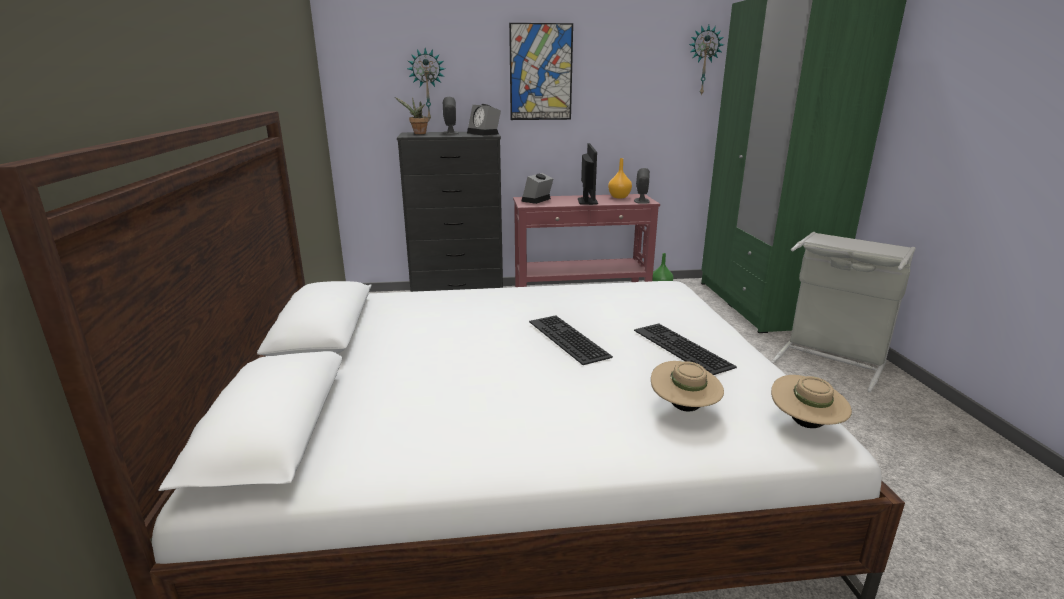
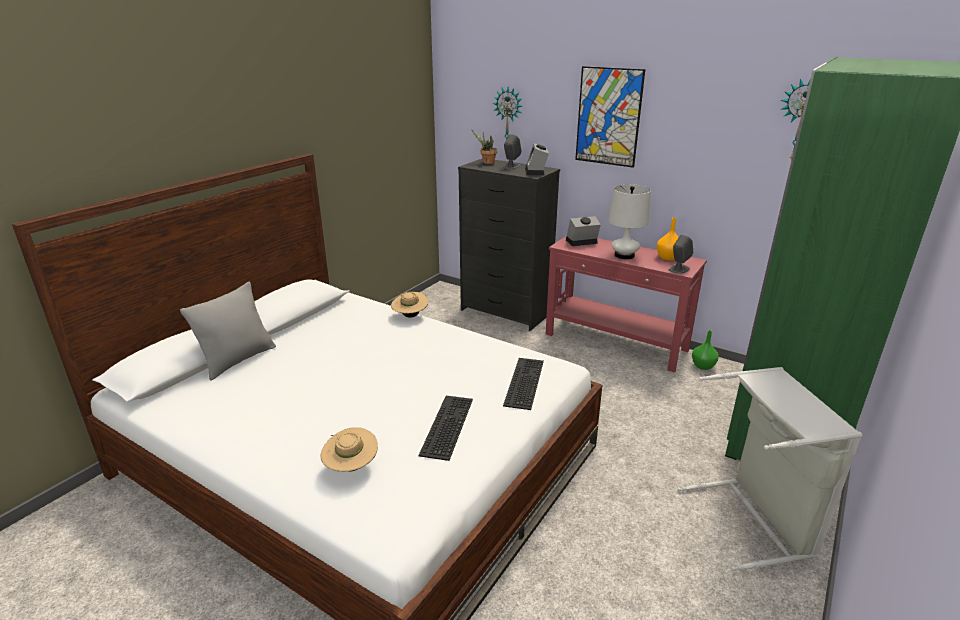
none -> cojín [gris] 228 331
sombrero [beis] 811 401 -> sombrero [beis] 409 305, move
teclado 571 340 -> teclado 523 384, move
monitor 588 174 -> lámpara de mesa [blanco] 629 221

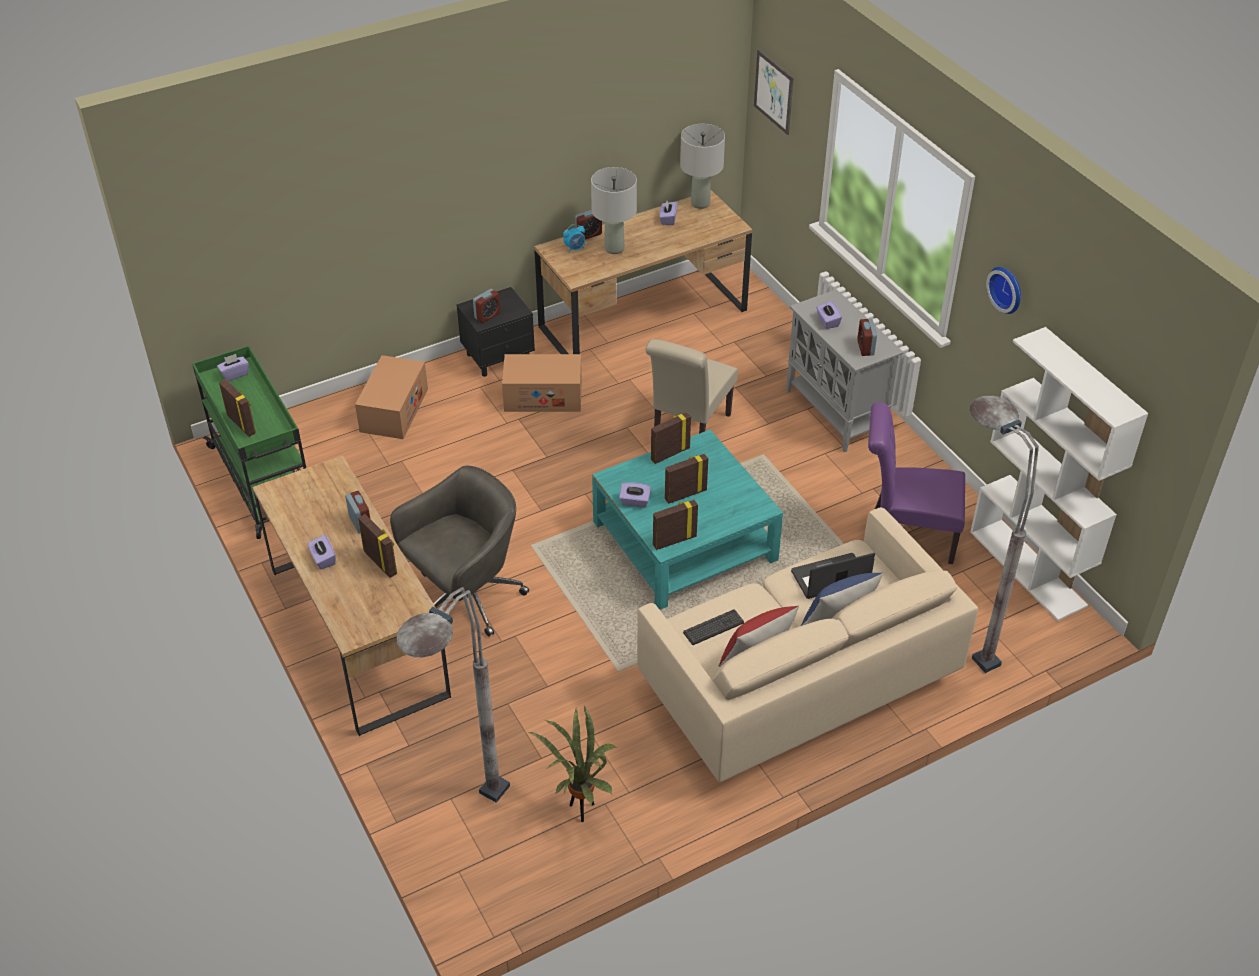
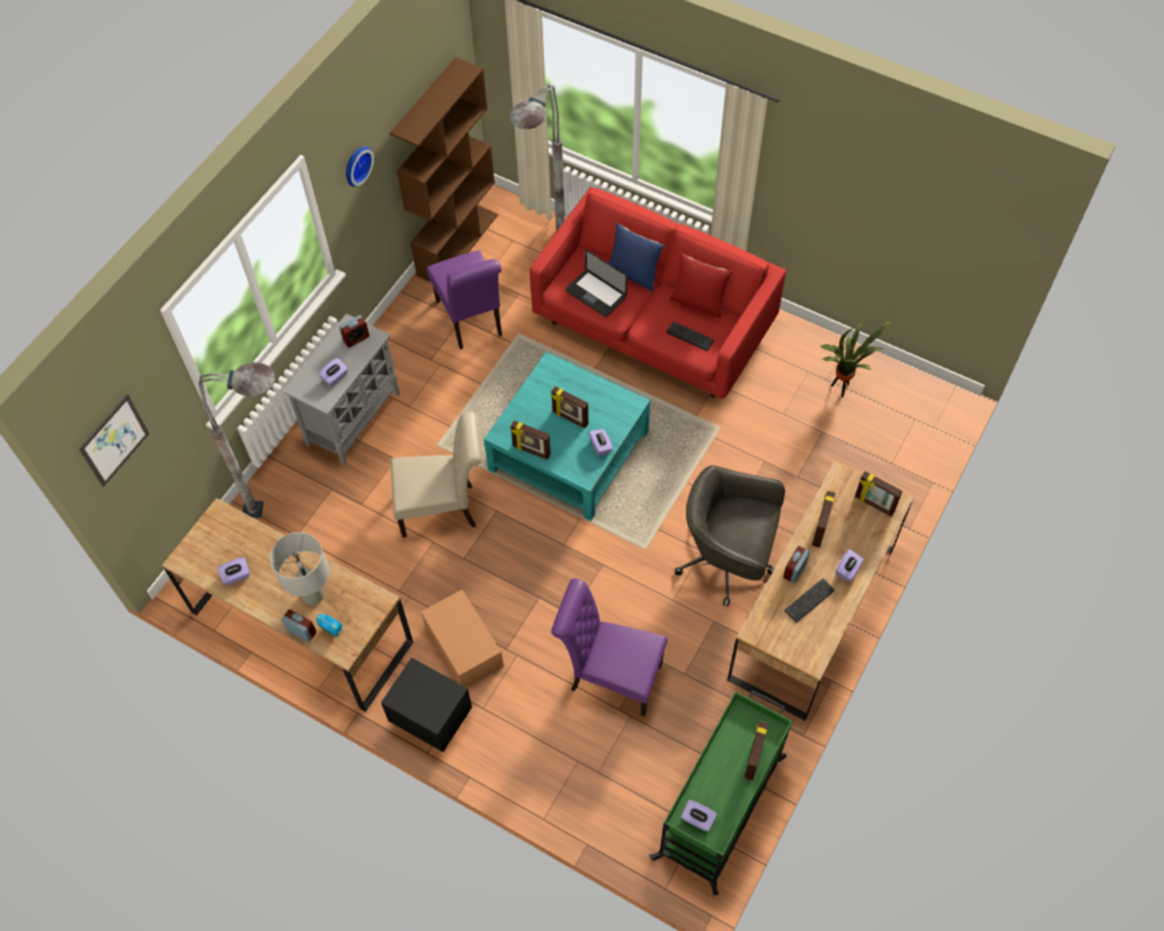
lámpara de pie [gris] 453 695 -> lámpara de pie [gris] 237 440, move
estantería [blanco] 1059 474 -> estantería [marrón] 444 169
sofá [beis] 807 644 -> sofá [rojo] 658 293
none -> silla [morado] 609 647
none -> teclado 810 601
portarretratos 675 525 -> portarretratos 879 494, move
caja de cartón 391 397 -> none
despertador 487 306 -> none
lámpara de mesa [gris] 702 166 -> none

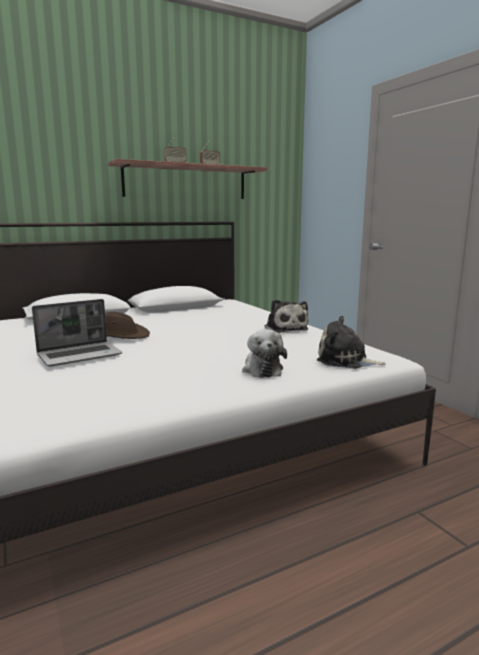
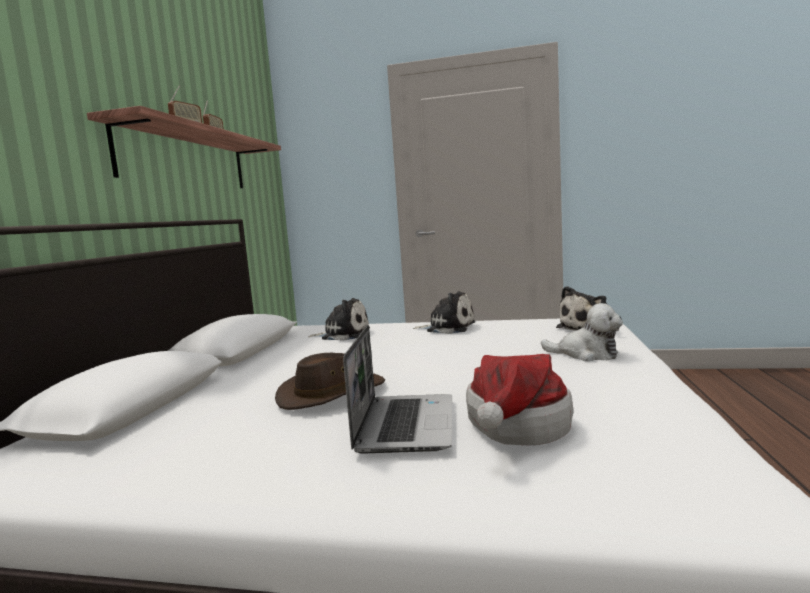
none -> peluche 339 319
none -> sombrero 520 399

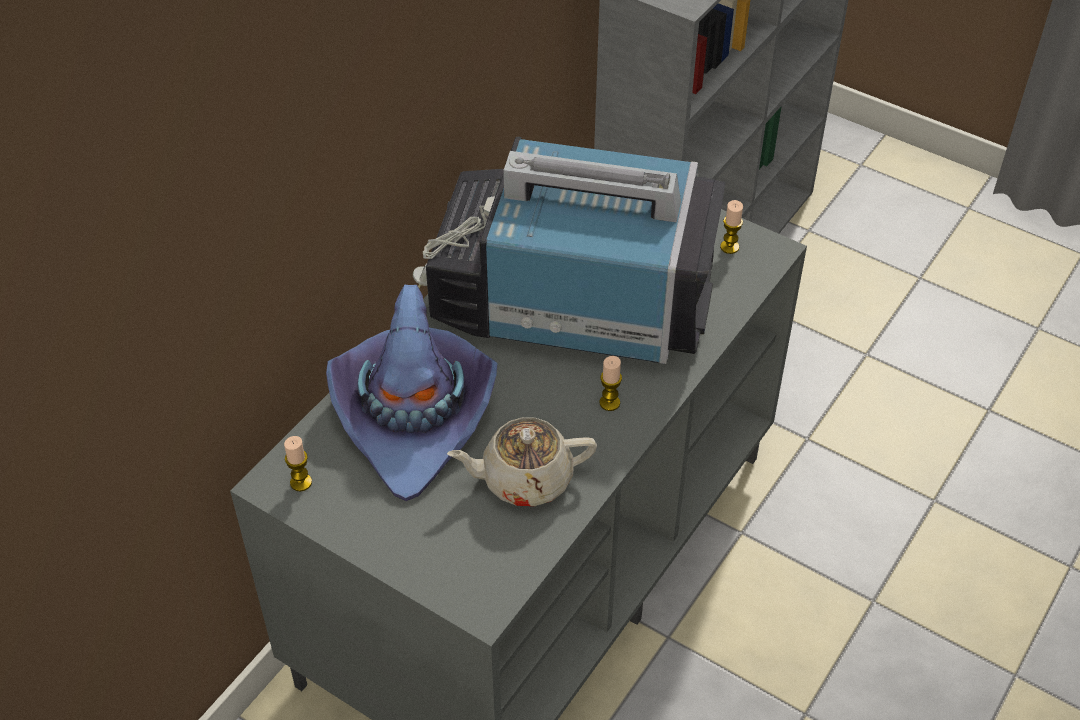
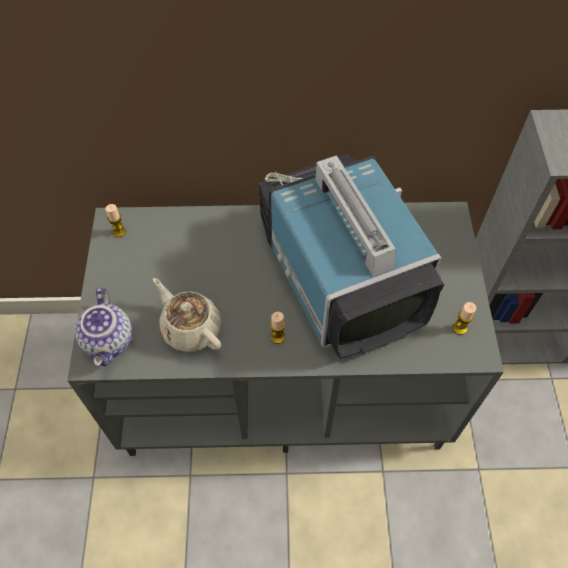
none -> tetera 104 326
sombrero [morado] 412 393 -> none

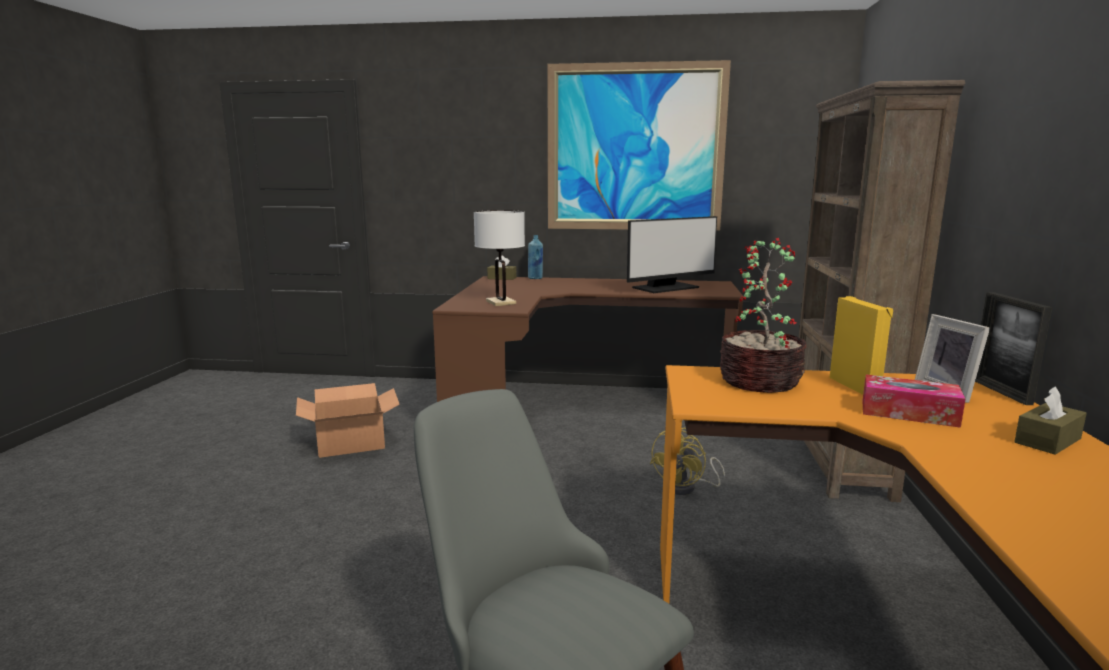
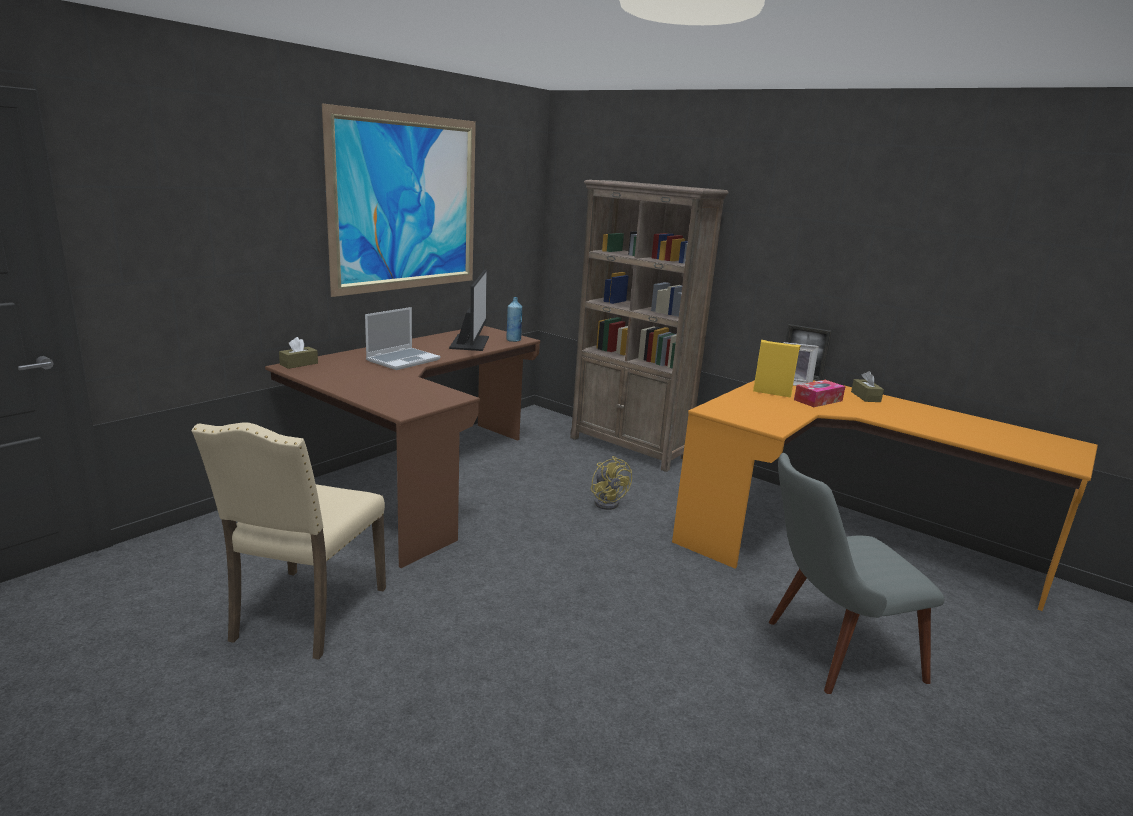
caja de cartón 348 420 -> silla [beis] 289 541
none -> portátil 402 338
botella [azul] 535 257 -> botella [azul] 514 319, move
lámpara de mesa [blanco] 499 258 -> none
planta en maceta 763 315 -> none

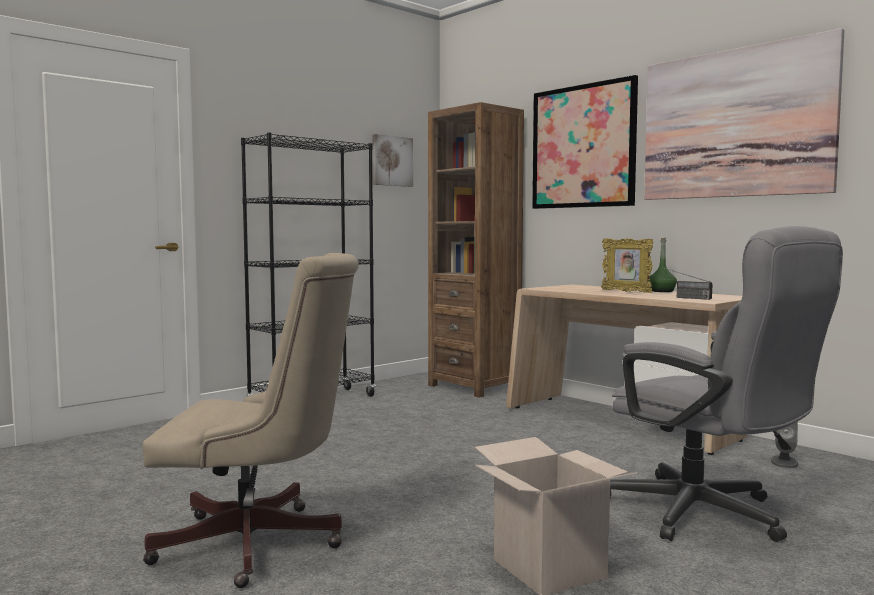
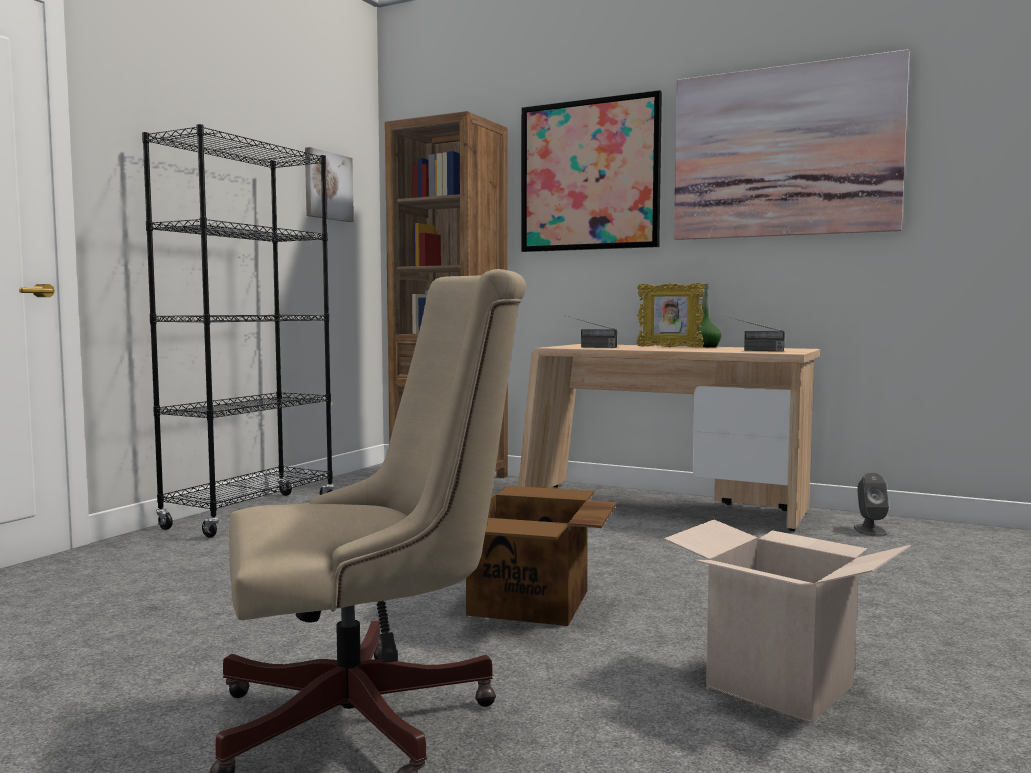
none -> caja de cartón 541 556
none -> radio 590 331
silla de oficina [gris] 726 384 -> none

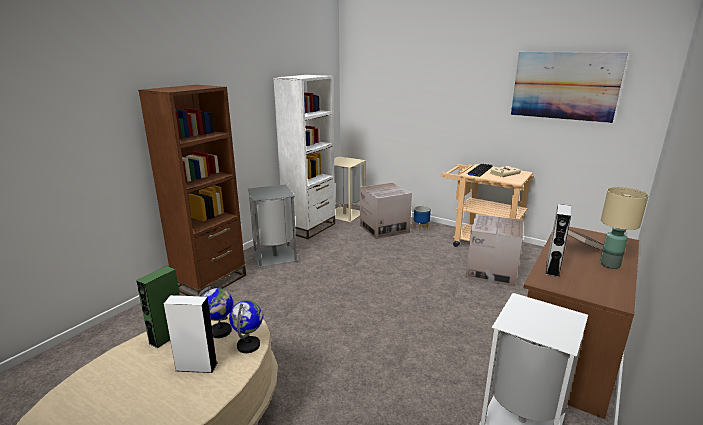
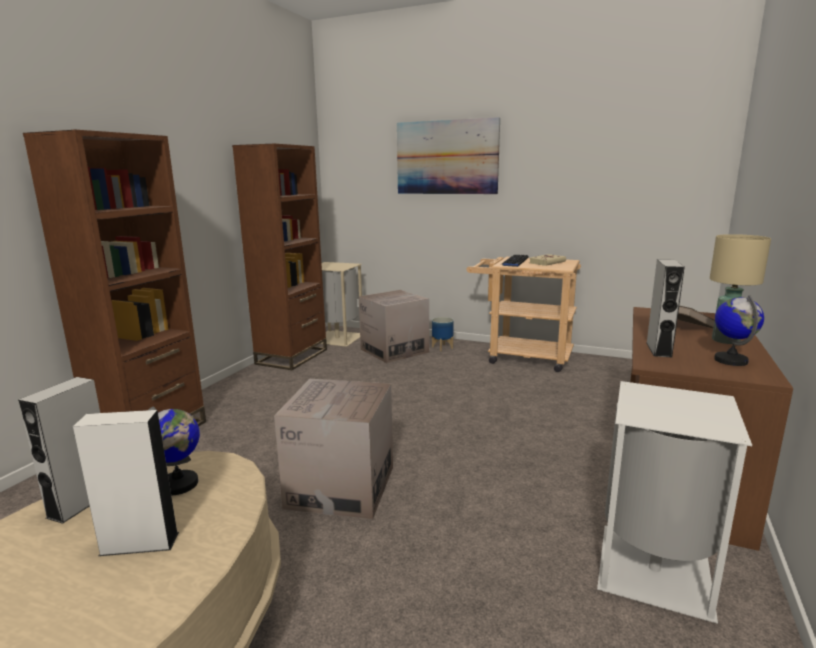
altavoz [verde] 158 307 -> altavoz [gris] 59 450
estantería [blanco] 304 157 -> estantería [marrón] 279 256
caja de cartón 494 250 -> caja de cartón 333 449, move
cuadro 569 87 -> cuadro 448 155, move
globo terráqueo 246 326 -> globo terráqueo 739 330, move
papelera [gris] 272 225 -> none

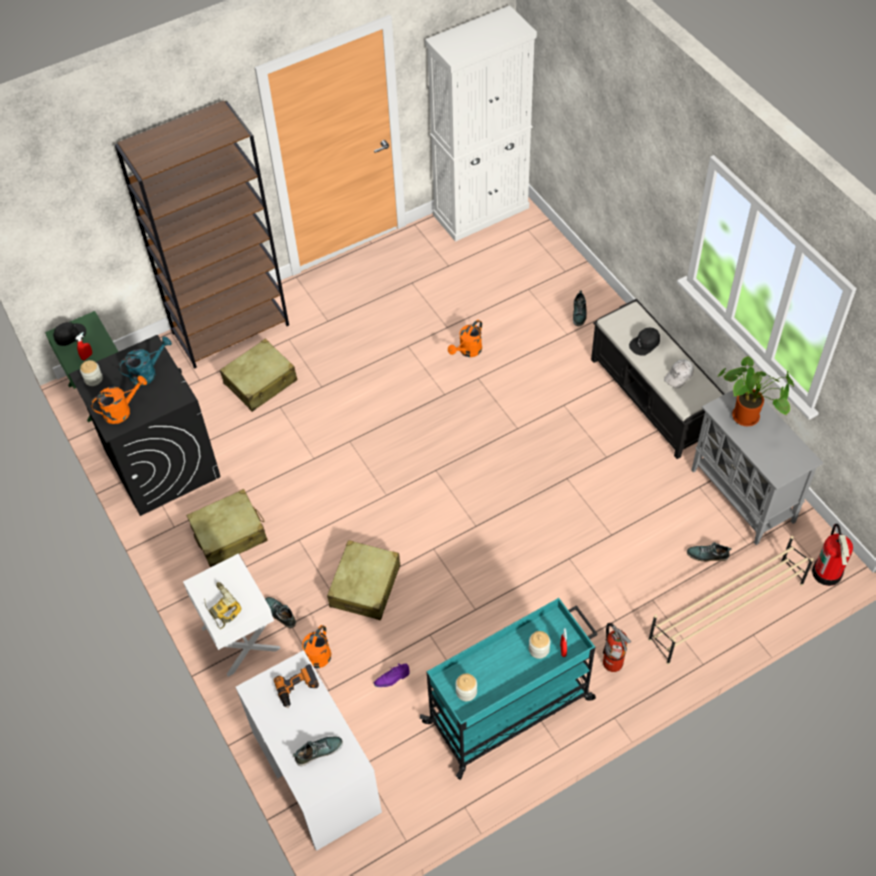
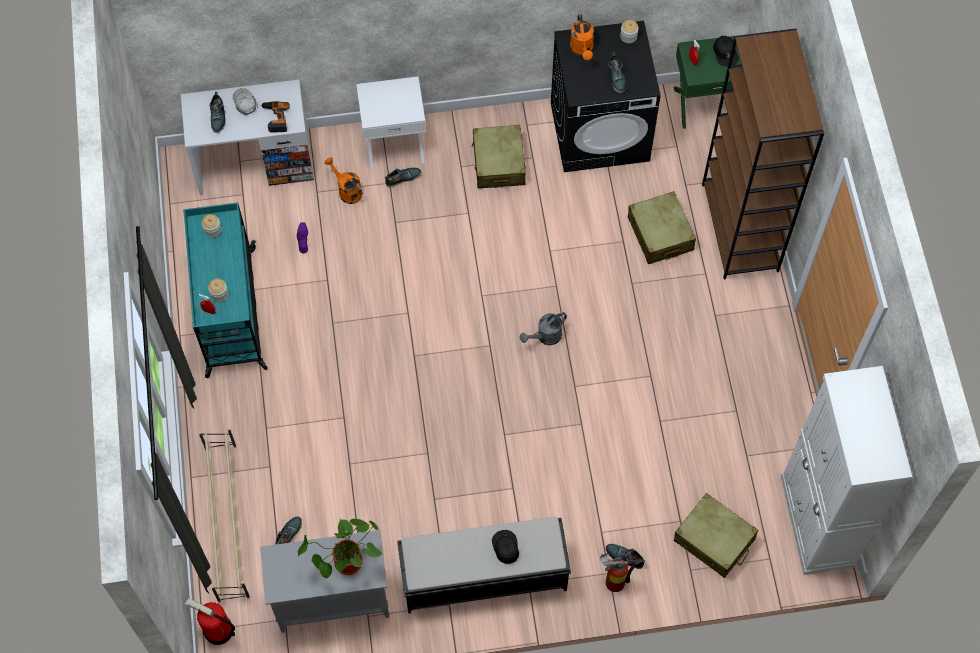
gorra [blanco] 679 373 -> gorra [blanco] 244 101, move
none -> regadera [gris] 543 328
extintor 617 647 -> extintor 617 572, move
regadera [turquesa] 145 361 -> zapato 617 72
maleta [beis] 363 580 -> maleta [beis] 716 535, move
taladro 223 605 -> none
regadera [naranja] 465 338 -> none

